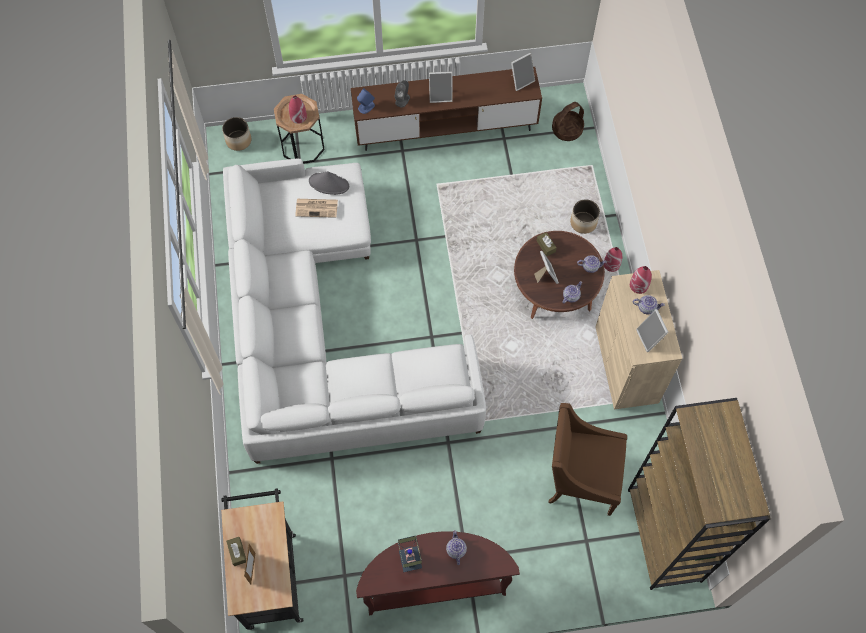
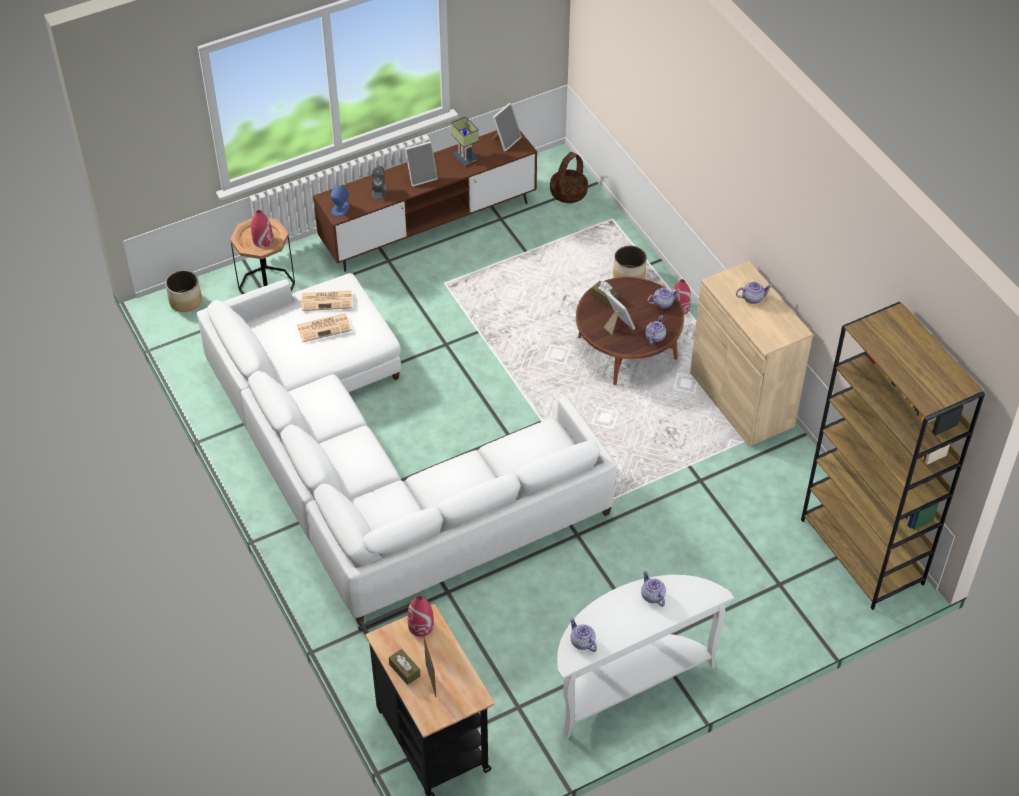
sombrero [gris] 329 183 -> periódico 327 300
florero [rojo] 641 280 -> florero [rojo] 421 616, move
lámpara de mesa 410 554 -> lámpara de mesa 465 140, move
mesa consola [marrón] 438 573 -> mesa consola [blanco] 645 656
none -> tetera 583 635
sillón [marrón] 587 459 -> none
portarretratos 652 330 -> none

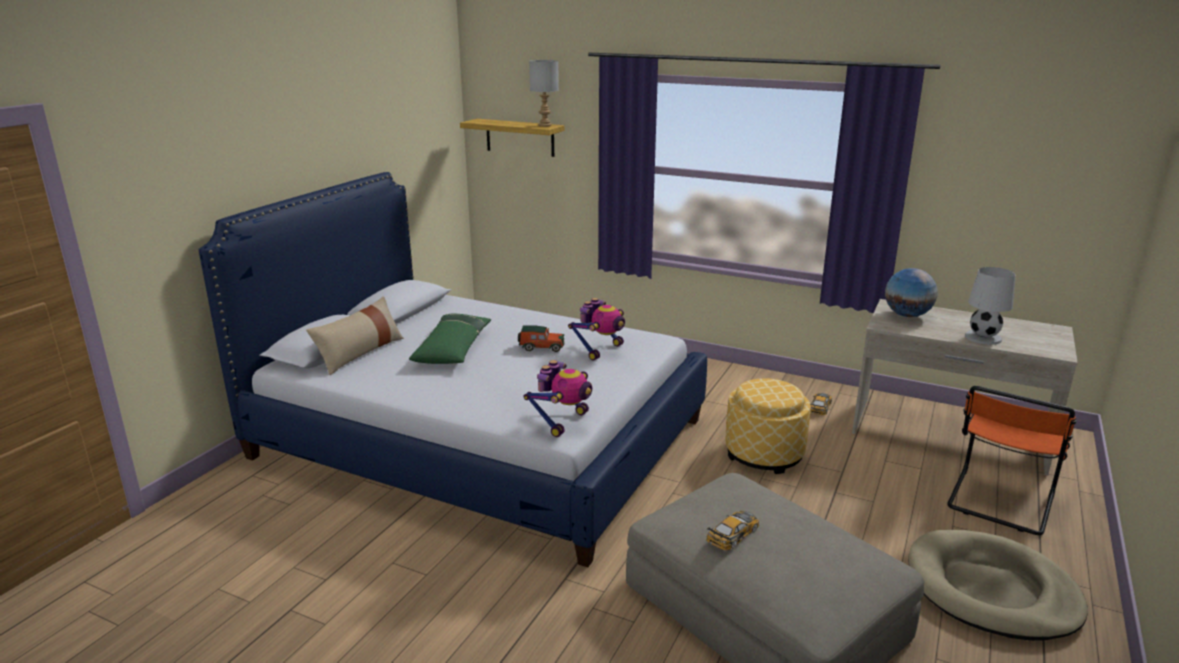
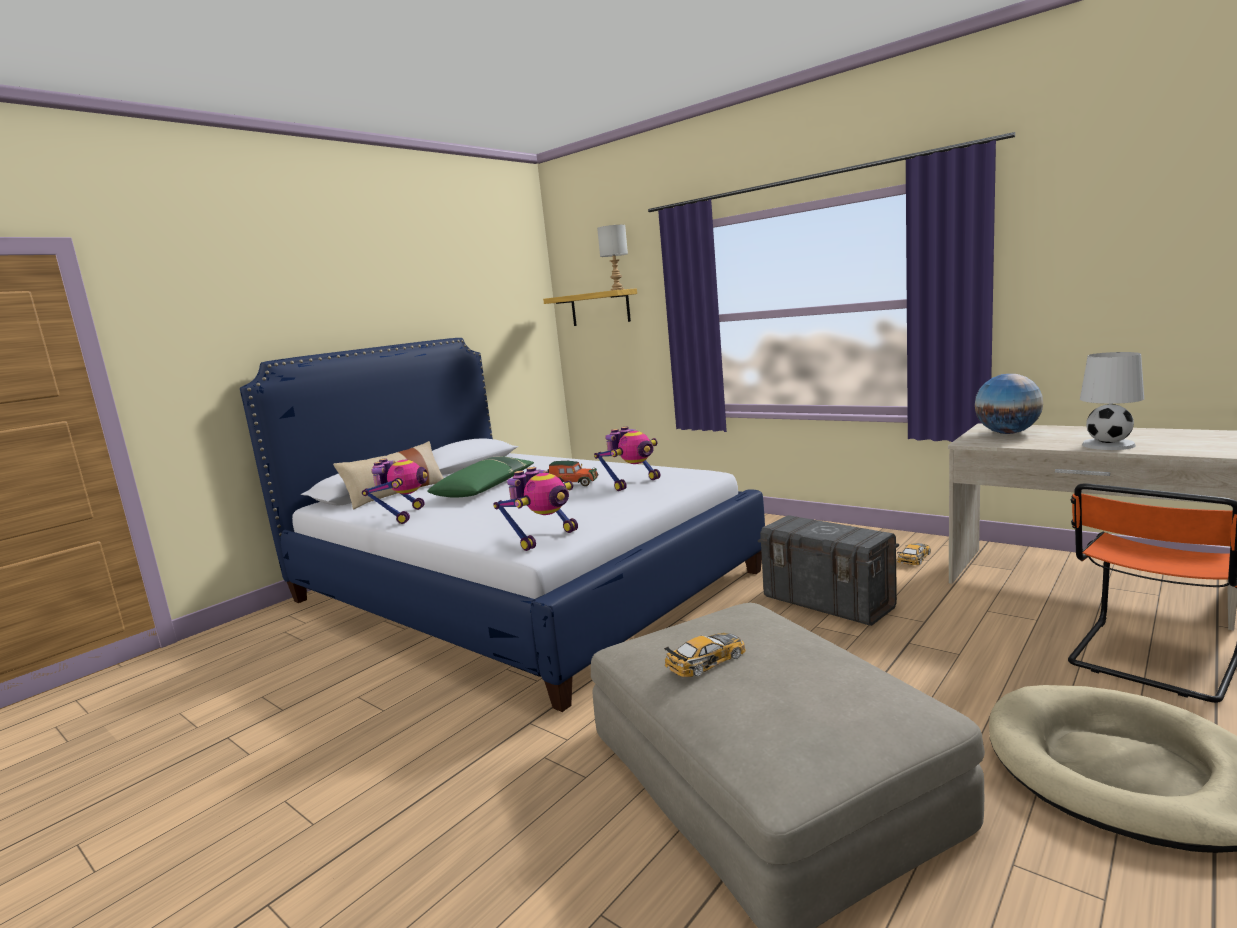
none -> robot de juguete 395 491
puf 768 426 -> caja de almacenaje [gris] 828 570

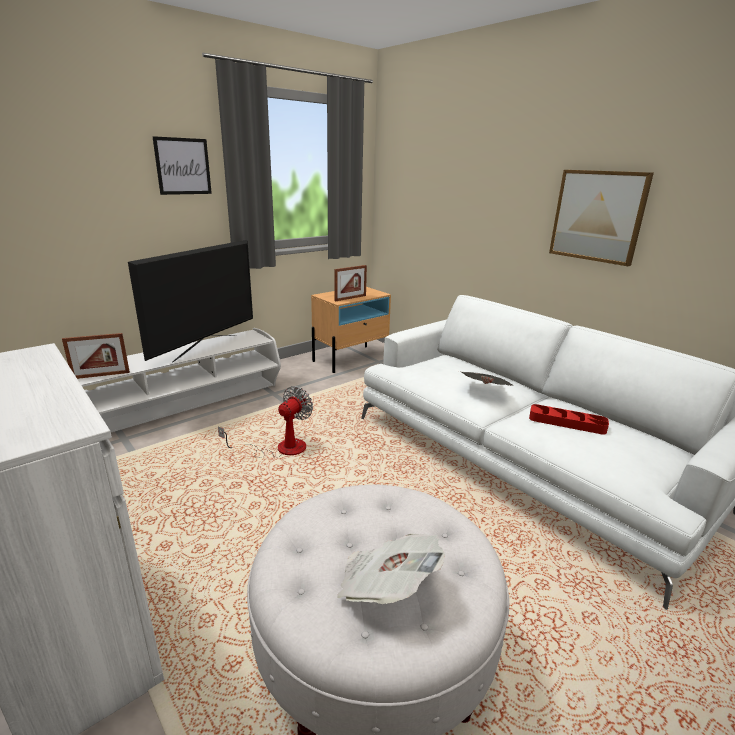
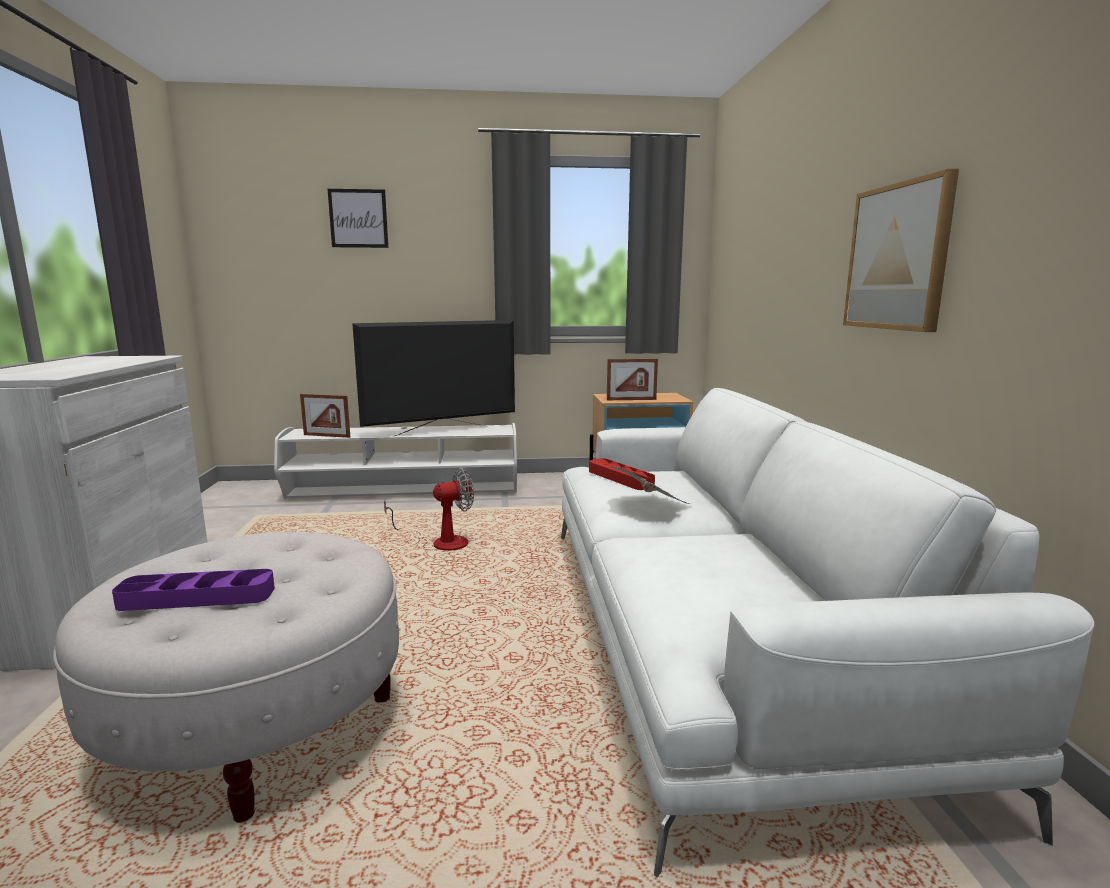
periódico 391 568 -> bandeja [morado] 193 590
cuadro 182 165 -> cuadro 358 218, move
bandeja [rojo] 569 419 -> bandeja [rojo] 622 474, move

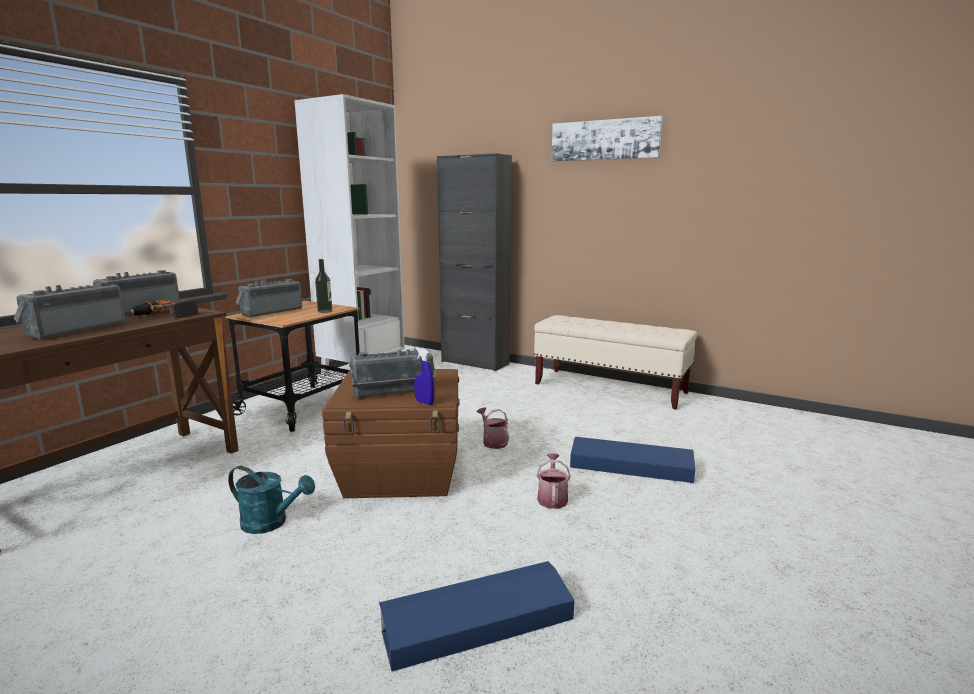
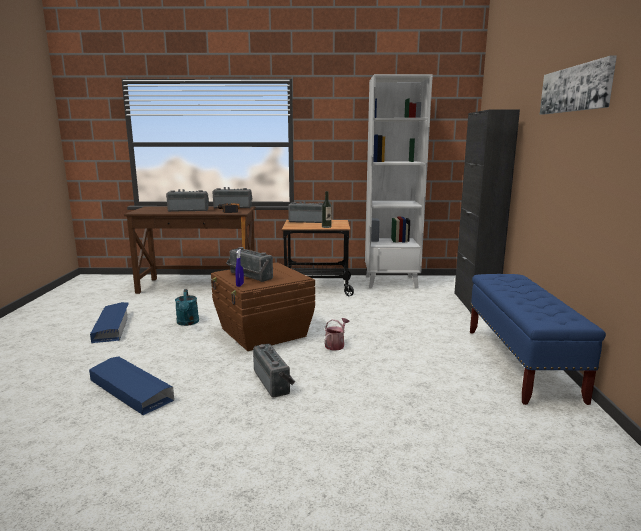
caja de almacenaje [azul] 632 460 -> caja de almacenaje [azul] 109 322, move
regadera 553 481 -> radio 274 370
banco [beis] 615 362 -> banco [azul] 538 339

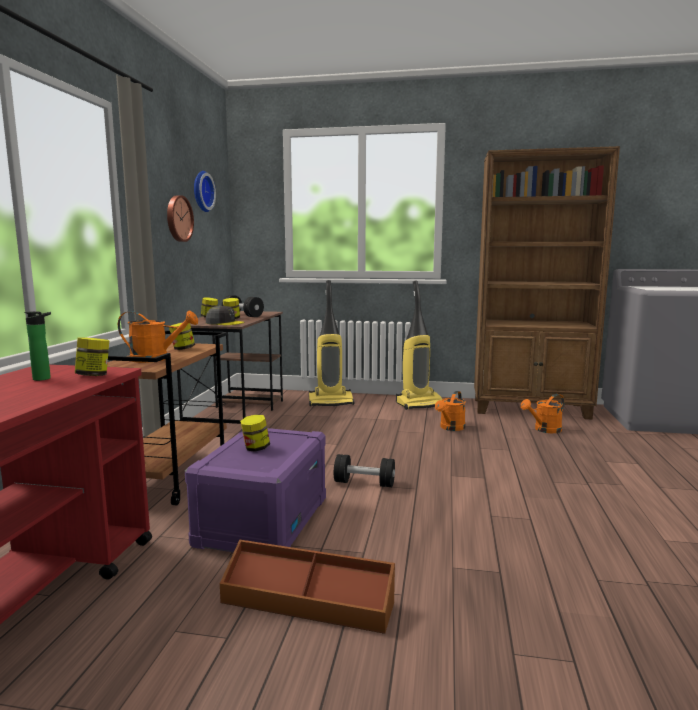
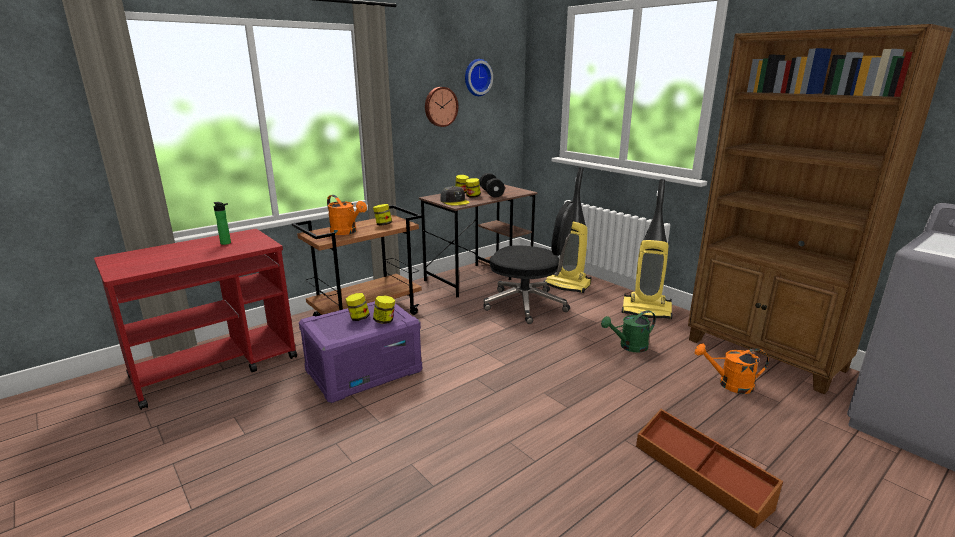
tarro 92 356 -> tarro 384 309, move
none -> silla de oficina [negro] 529 262
regadera [naranja] 450 411 -> regadera [verde] 628 331
caja de almacenaje [marrón] 307 587 -> caja de almacenaje [marrón] 709 469, move
mancuerna [negro] 364 470 -> none

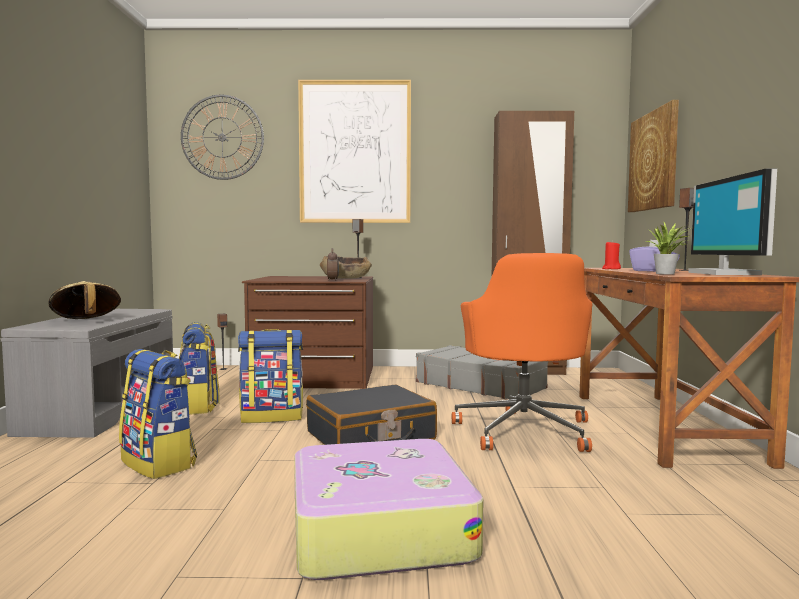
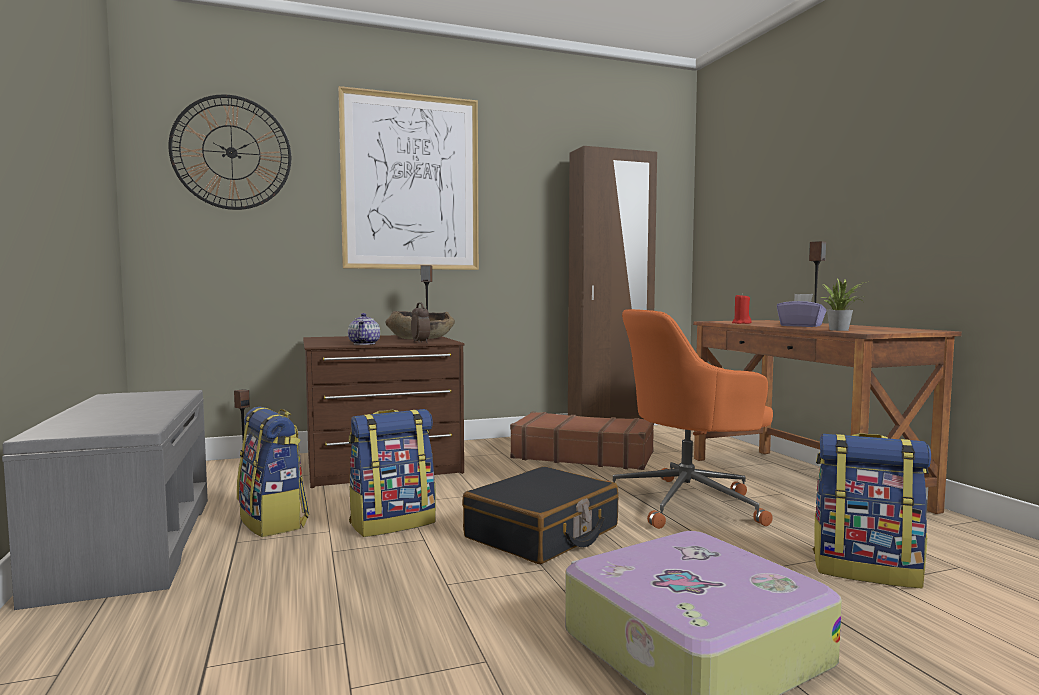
none -> tetera 364 329
maleta [gris] 482 372 -> maleta [marrón] 582 441
silla de oficina [naranja] 522 352 -> silla de oficina [naranja] 691 419, 90 degrees clockwise
mochila 158 414 -> mochila 872 510, move
sombrero [beis] 84 300 -> none
cuadro 653 156 -> none
monitor 732 221 -> none

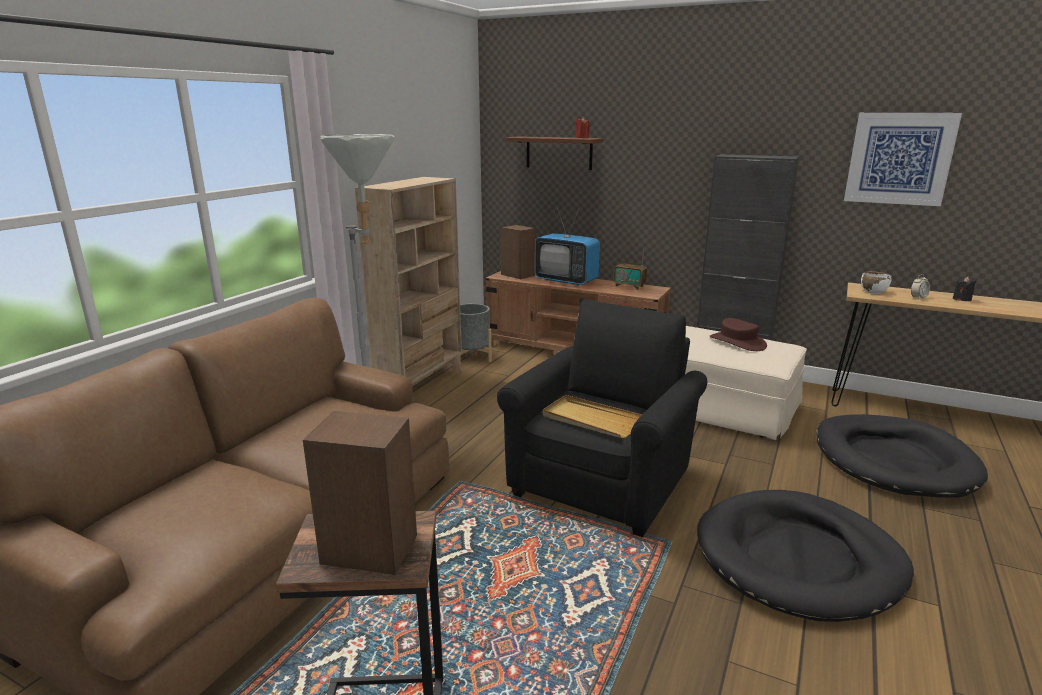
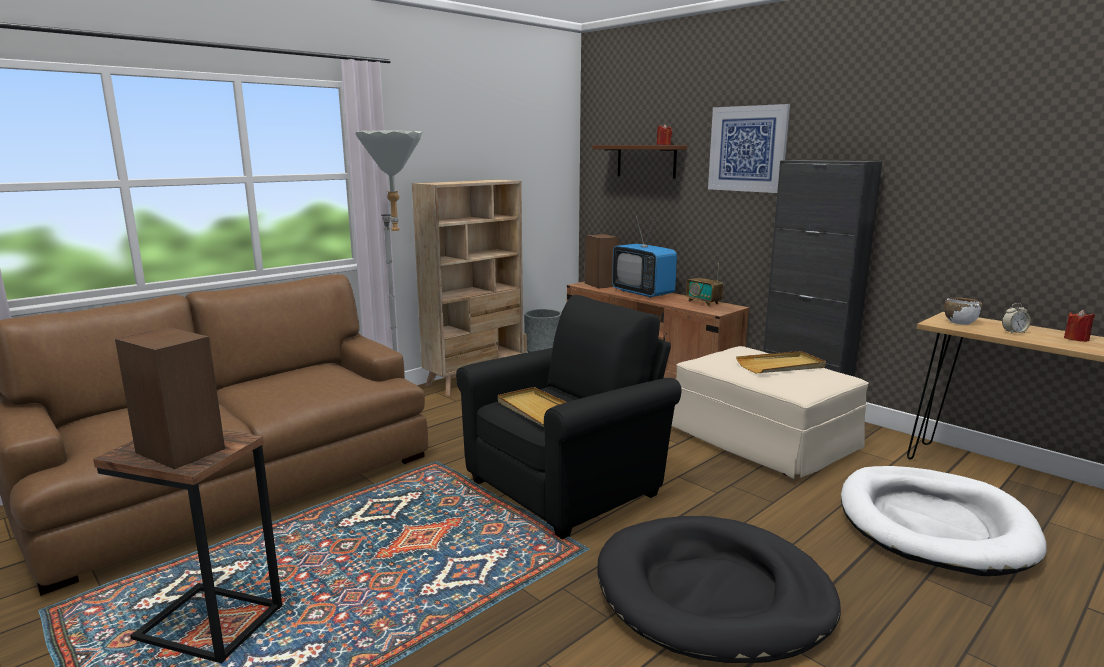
cuadro 903 159 -> cuadro 749 148, move
sombrero [marrón] 738 334 -> bandeja [beis] 781 362
cama para perro [negro] 902 456 -> cama para perro [blanco] 944 521
vela [negro] 964 288 -> vela [rojo] 1079 326

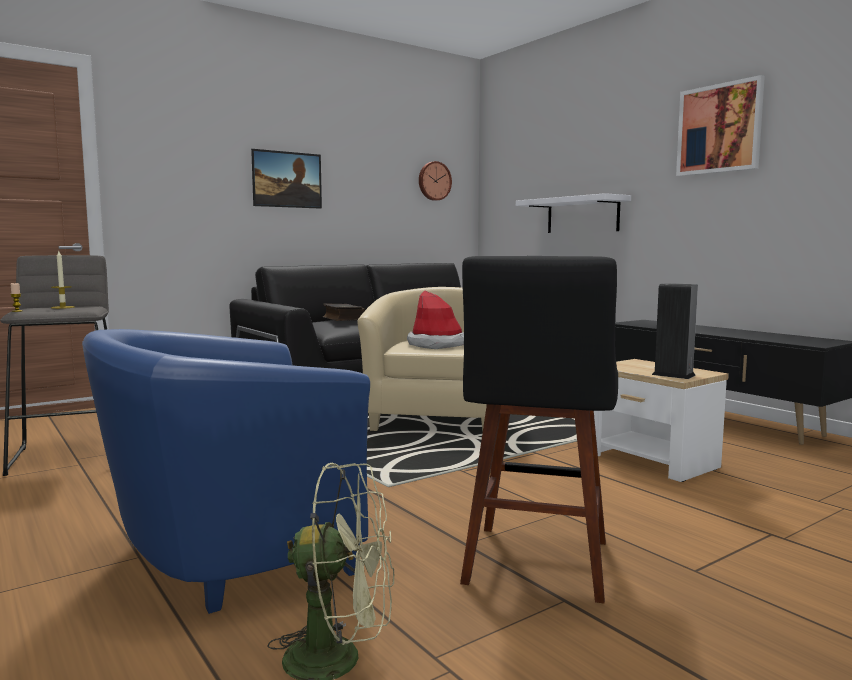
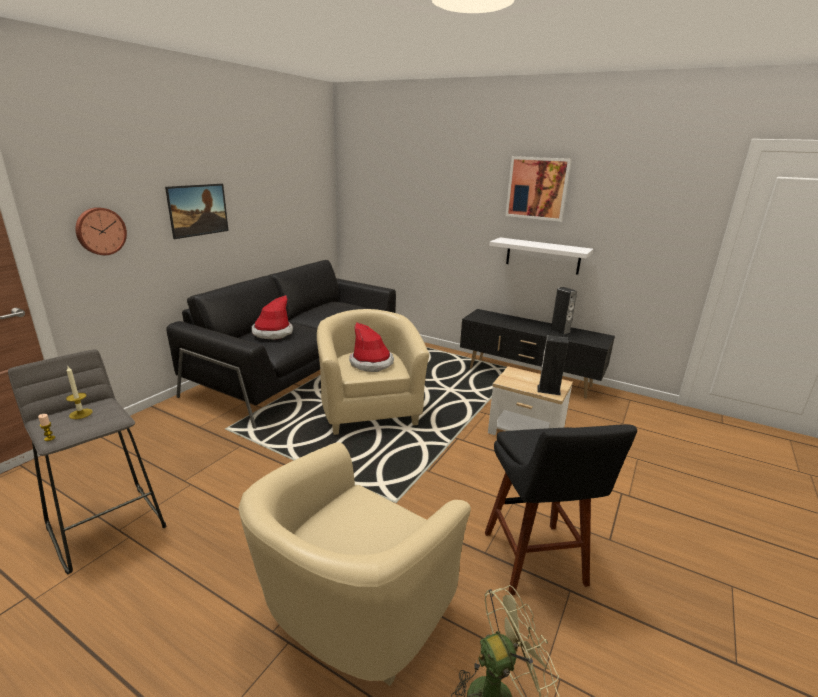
reloj de pared 435 181 -> reloj de pared 101 231, move
sillón [azul] 226 471 -> sillón [beis] 355 564
libro 344 312 -> sombrero 272 317
estante [blanco] 573 213 -> estante [blanco] 541 256, move
none -> altavoz 563 312

